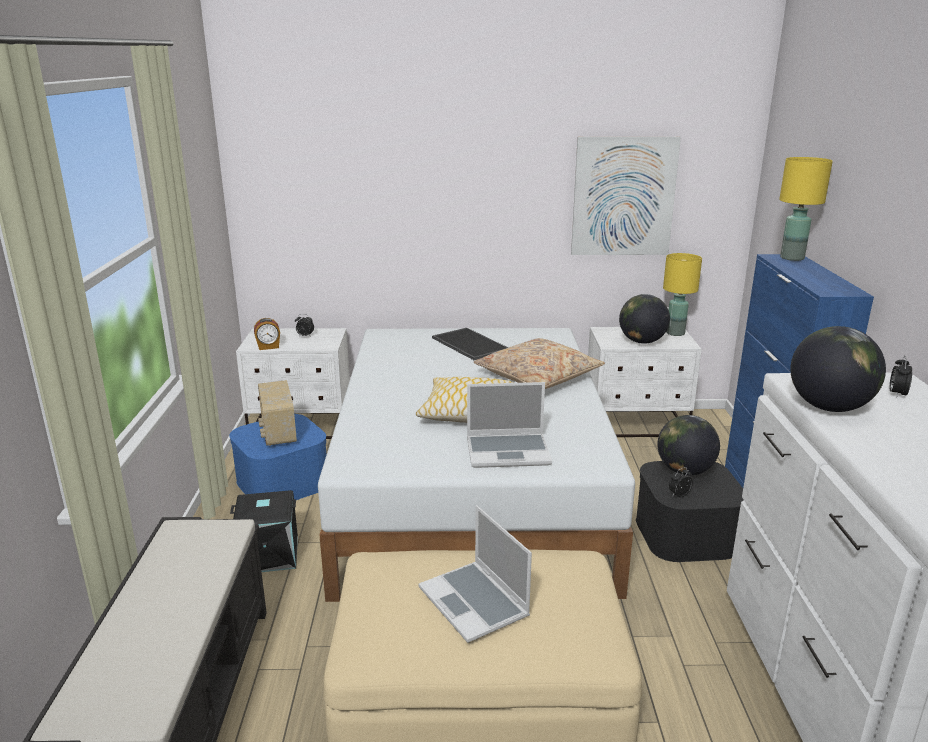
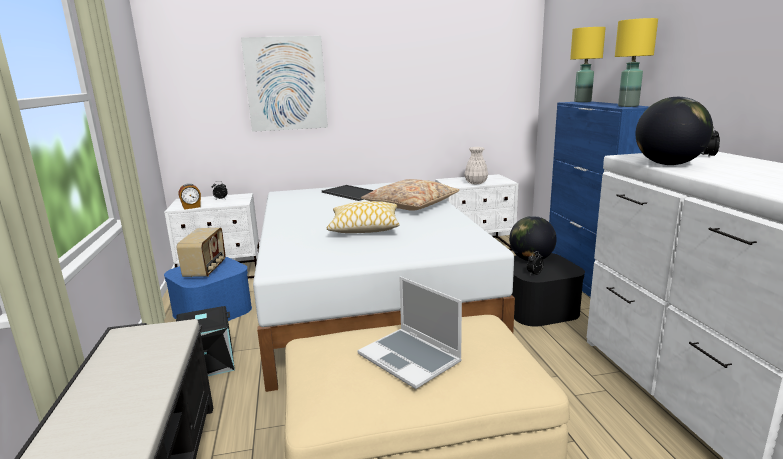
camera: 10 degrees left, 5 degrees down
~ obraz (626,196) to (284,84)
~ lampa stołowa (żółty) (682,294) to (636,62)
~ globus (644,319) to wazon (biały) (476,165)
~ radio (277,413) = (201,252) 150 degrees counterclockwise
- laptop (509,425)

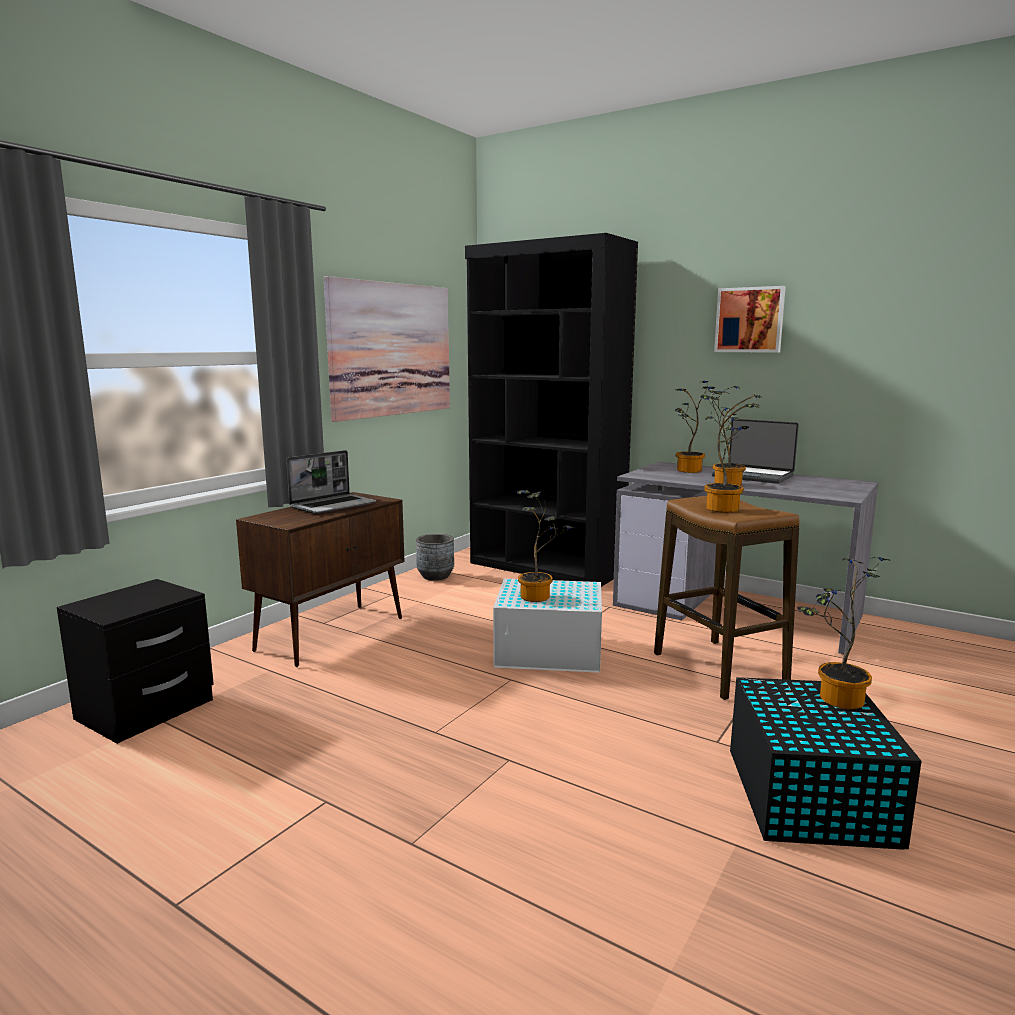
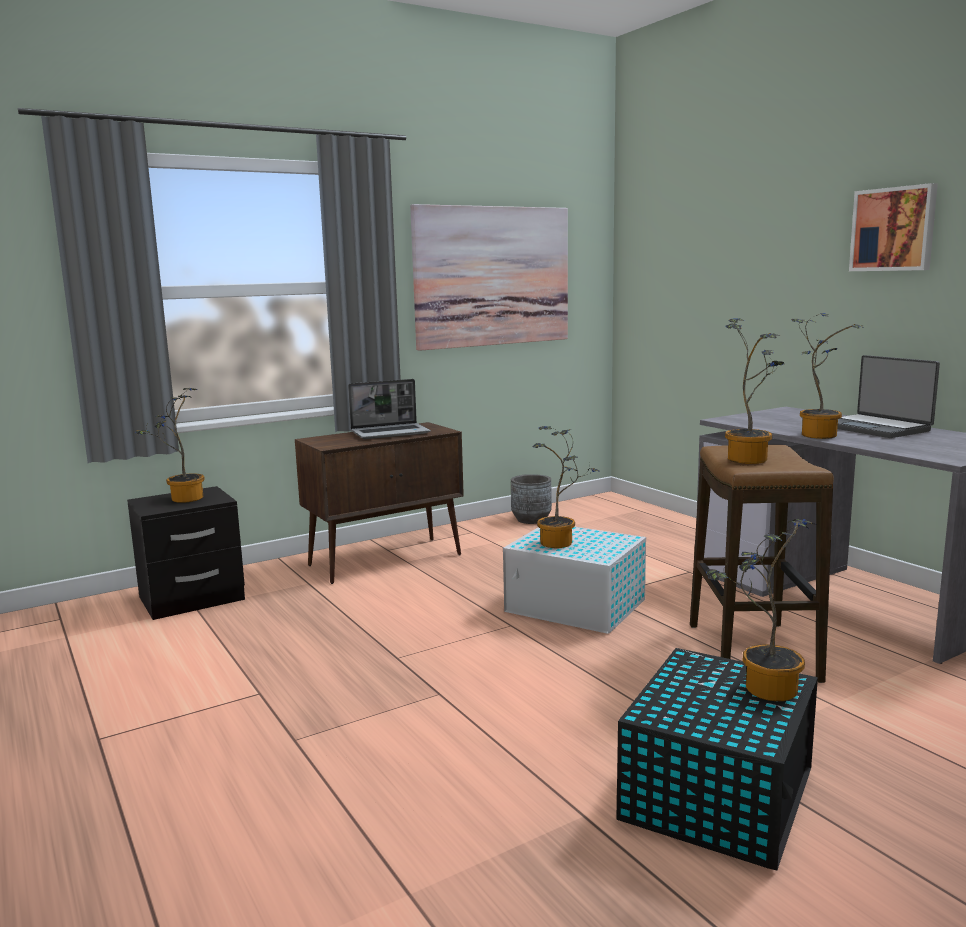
camera: 25 degrees right, 0 degrees up
- regał (czarny) (551,410)
~ roślina doniczkowa (695,427) to (170,445)

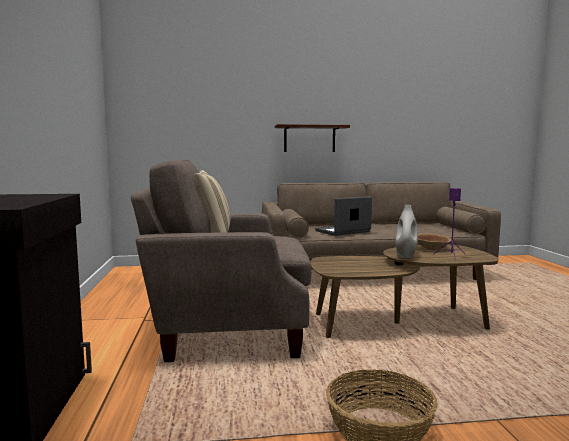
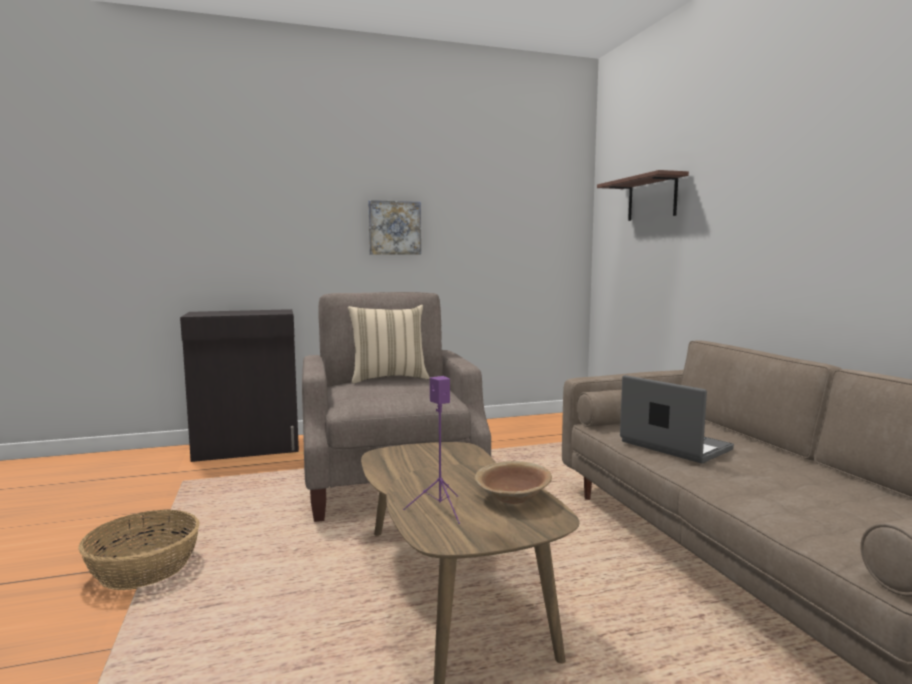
camera: 80 degrees right, 0 degrees up
~ półka (312,138) to (643,195)
- wazon (biały) (406,231)
+ obraz (394,227)

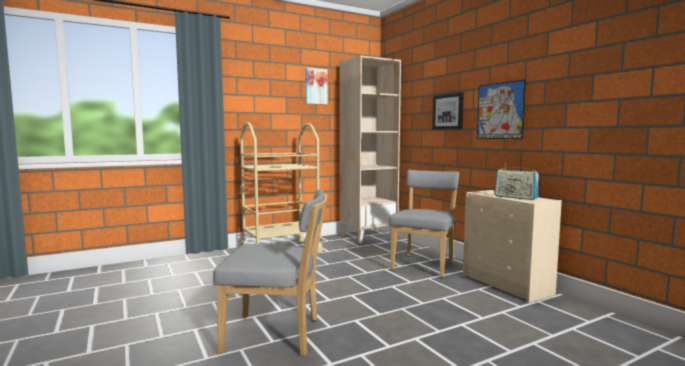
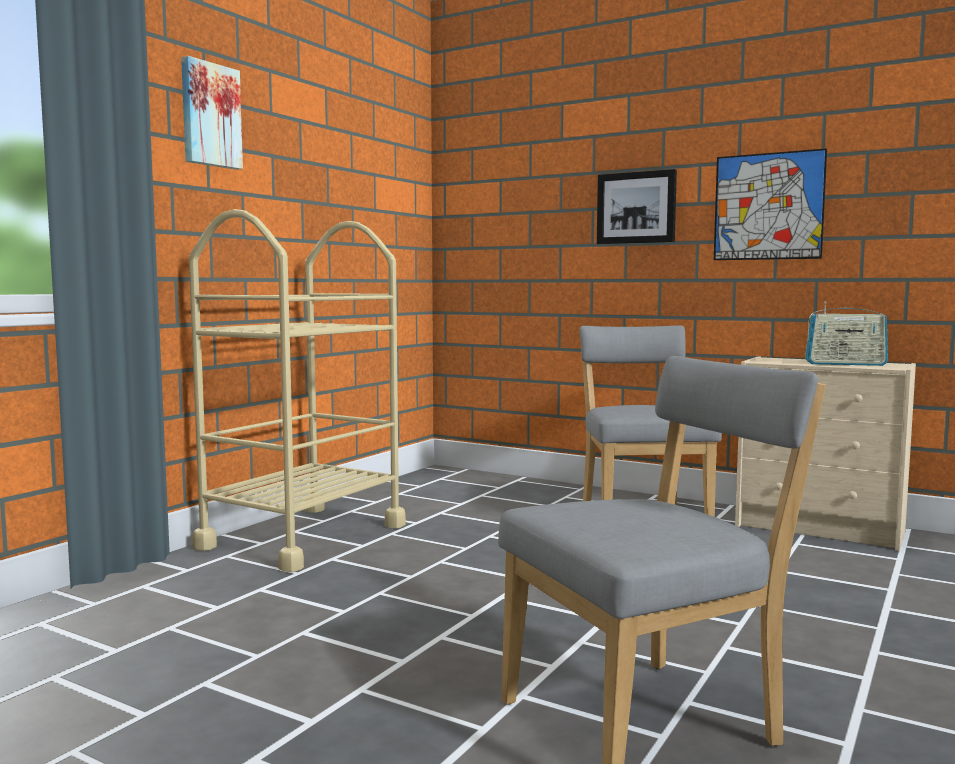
camera: 30 degrees left, 0 degrees up
- regał (beżowy) (370,149)
~ obraz (316,86) to (212,113)

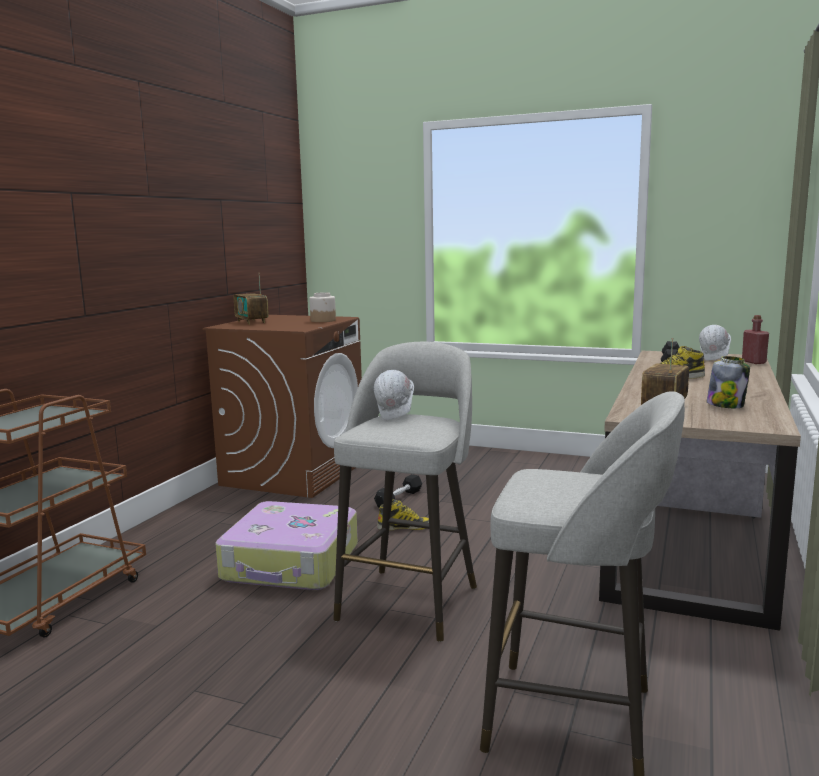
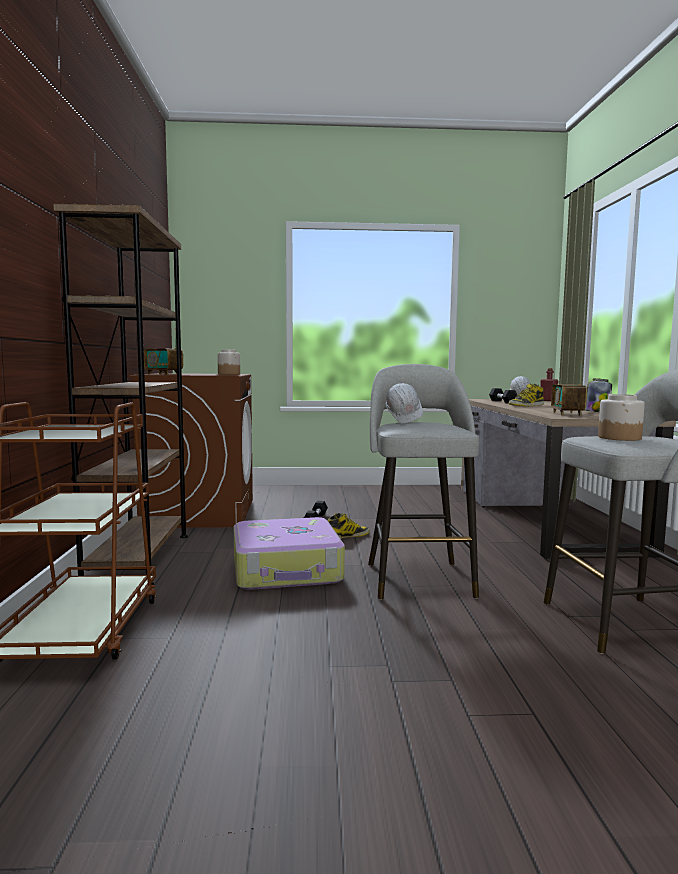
camera: 25 degrees left, 5 degrees down
+ regał (brązowy) (120,394)
+ słoik (621,417)

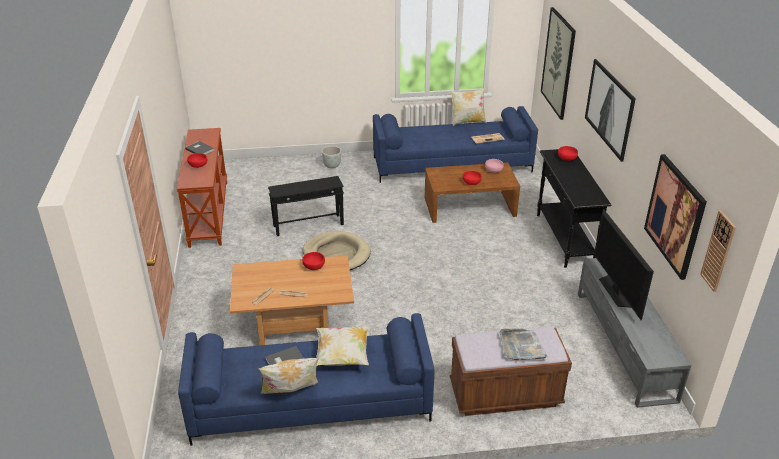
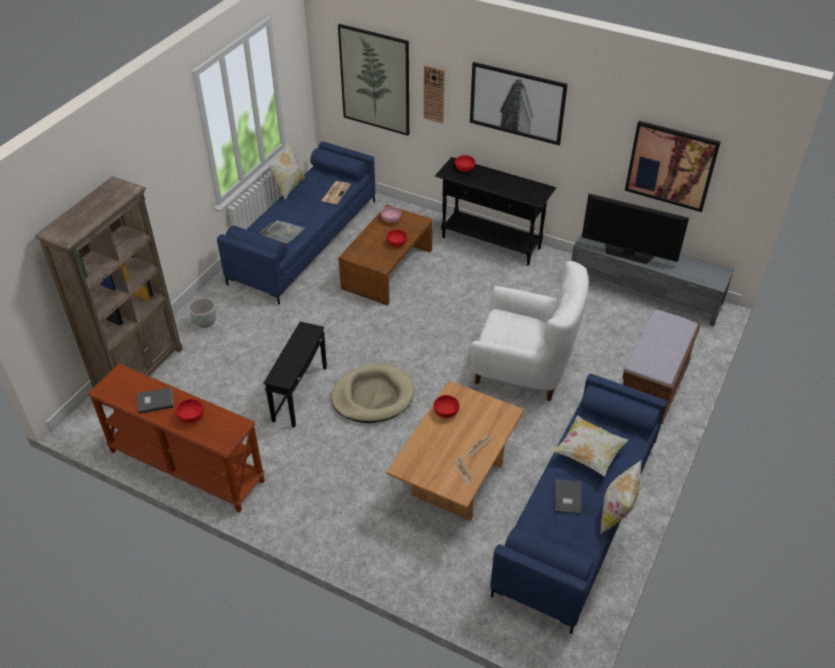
camera: 55 degrees left, 10 degrees up
~ zegar ścienny (718,251) to (434,94)
~ taca (szary) (524,344) to (283,232)
+ regał (brązowy) (109,282)
+ fotel (biały) (530,331)

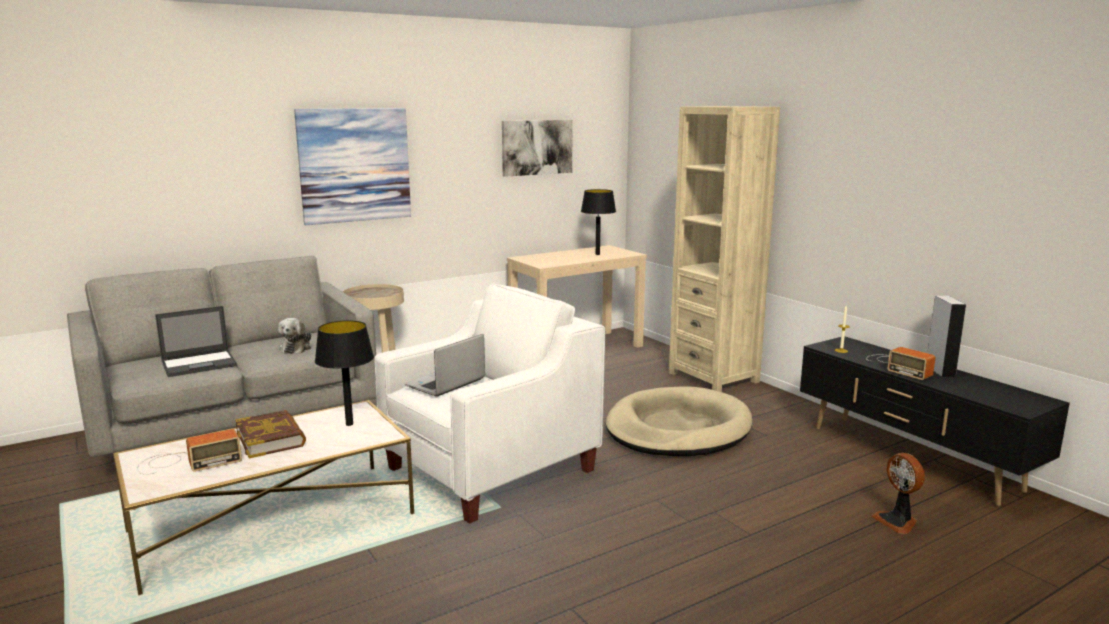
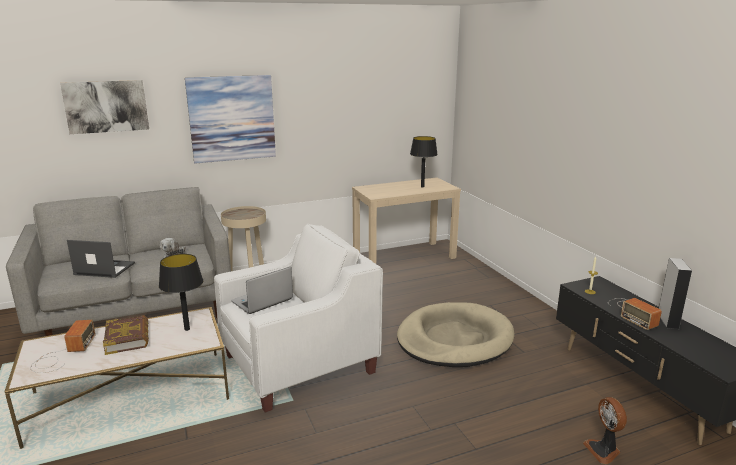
camera: 10 degrees right, 5 degrees up
- regał (beżowy) (724,249)
~ obraz (537,148) to (104,107)
~ laptop (196,341) = (101,259) 150 degrees counterclockwise
~ radio (189,452) = (63,346) 75 degrees counterclockwise

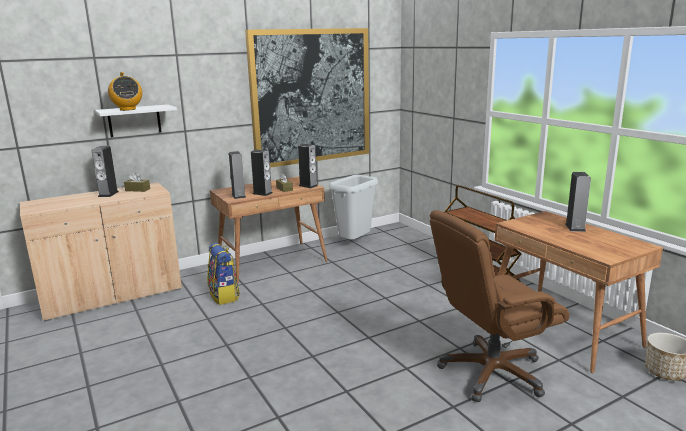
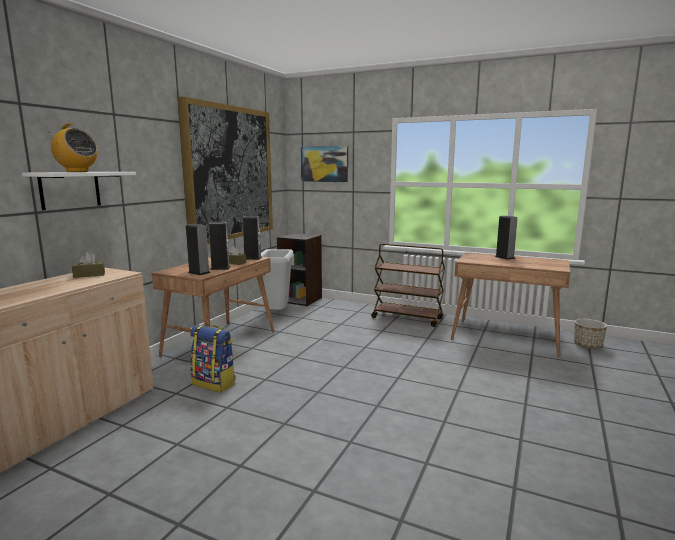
camera: 35 degrees left, 5 degrees down
- głośnik (105,171)
- krzesło biurowe (brązowy) (500,306)
+ obraz (324,164)
+ regał (czarny) (299,269)

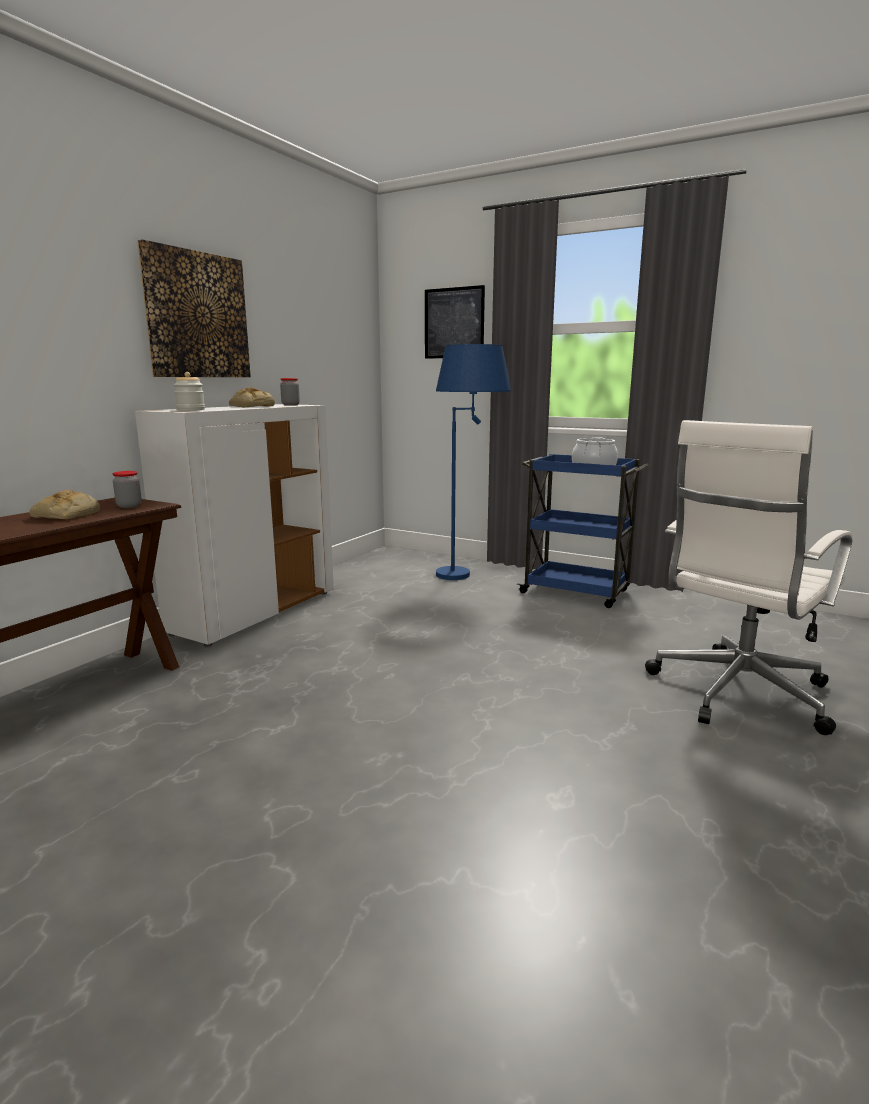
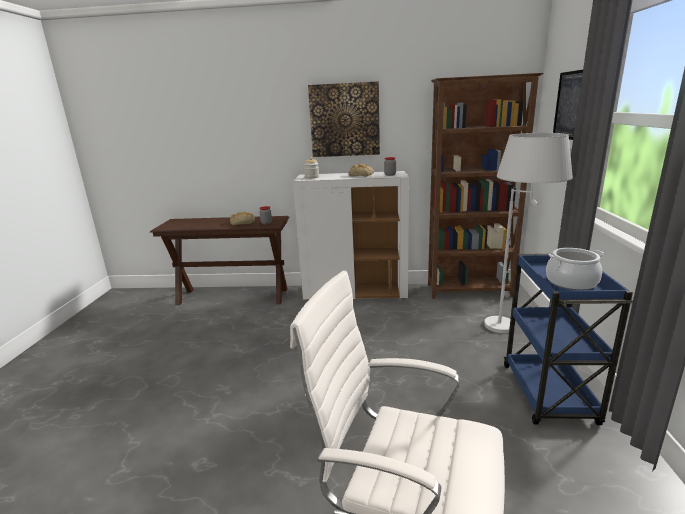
camera: 65 degrees right, 5 degrees up
~ lampa stojąca (niebieski) (473,462) to lampa stojąca (biały) (528,233)
+ regał (brązowy) (486,186)

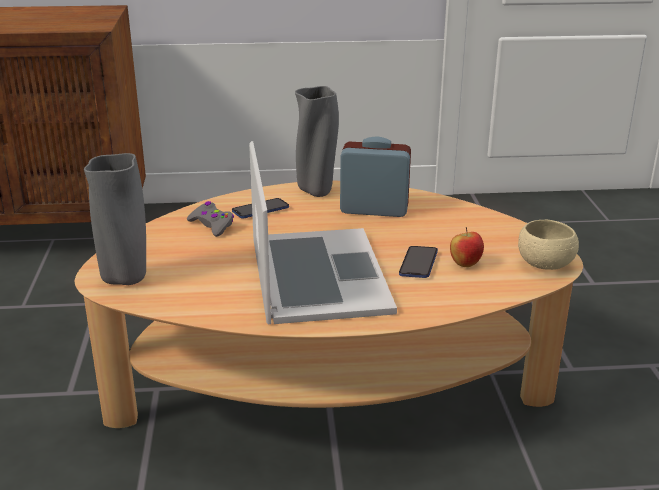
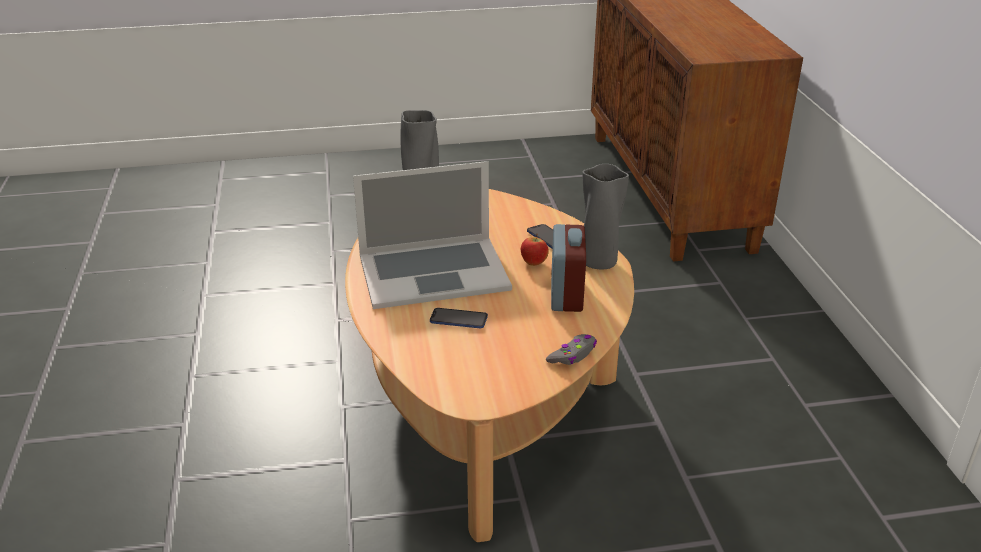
camera: 85 degrees right, 5 degrees up
~ pad do gier (szary) (210,219) to (571,349)
- miska (beżowy) (548,245)
~ jabłko (467,247) to (535,251)

